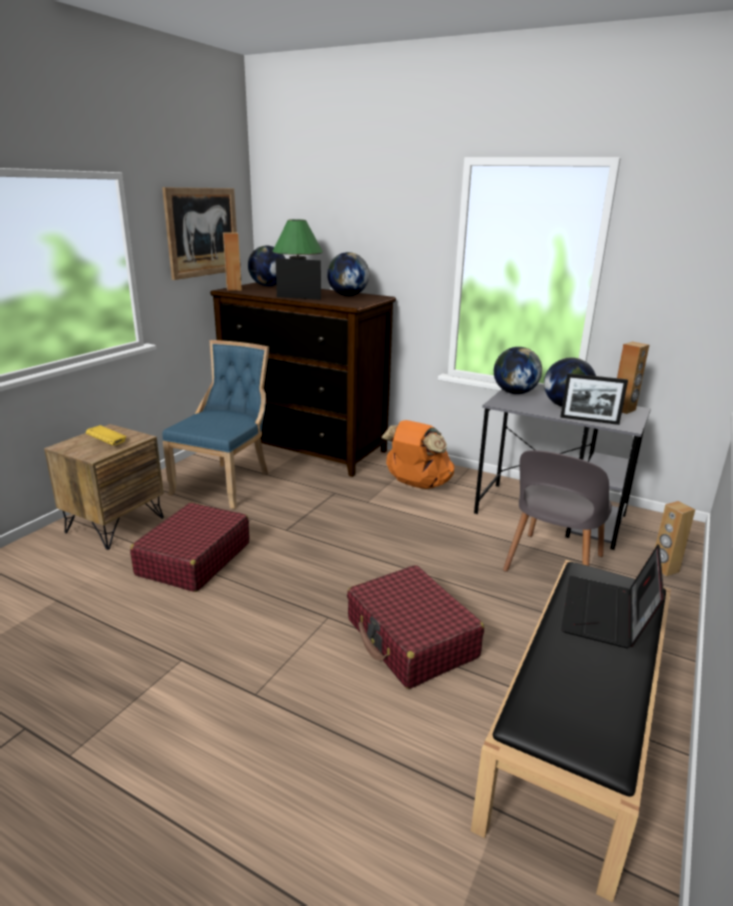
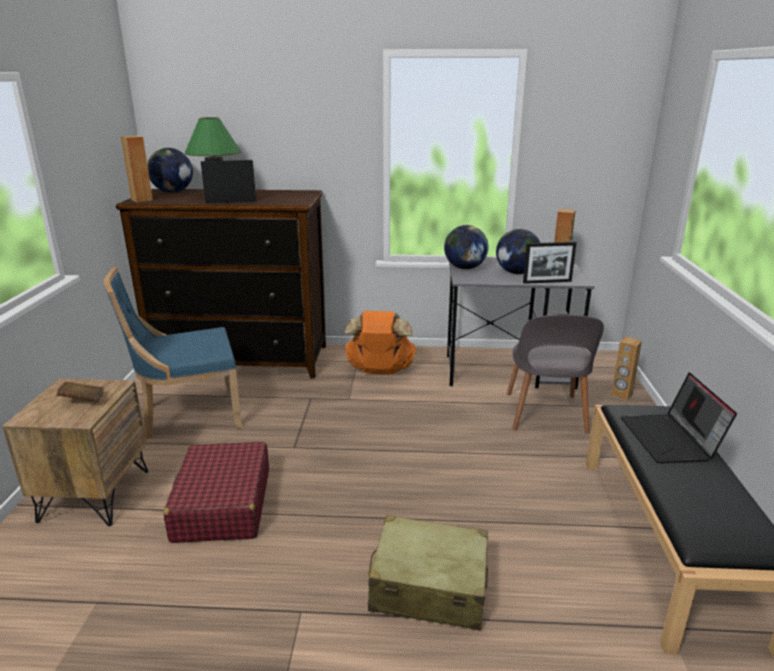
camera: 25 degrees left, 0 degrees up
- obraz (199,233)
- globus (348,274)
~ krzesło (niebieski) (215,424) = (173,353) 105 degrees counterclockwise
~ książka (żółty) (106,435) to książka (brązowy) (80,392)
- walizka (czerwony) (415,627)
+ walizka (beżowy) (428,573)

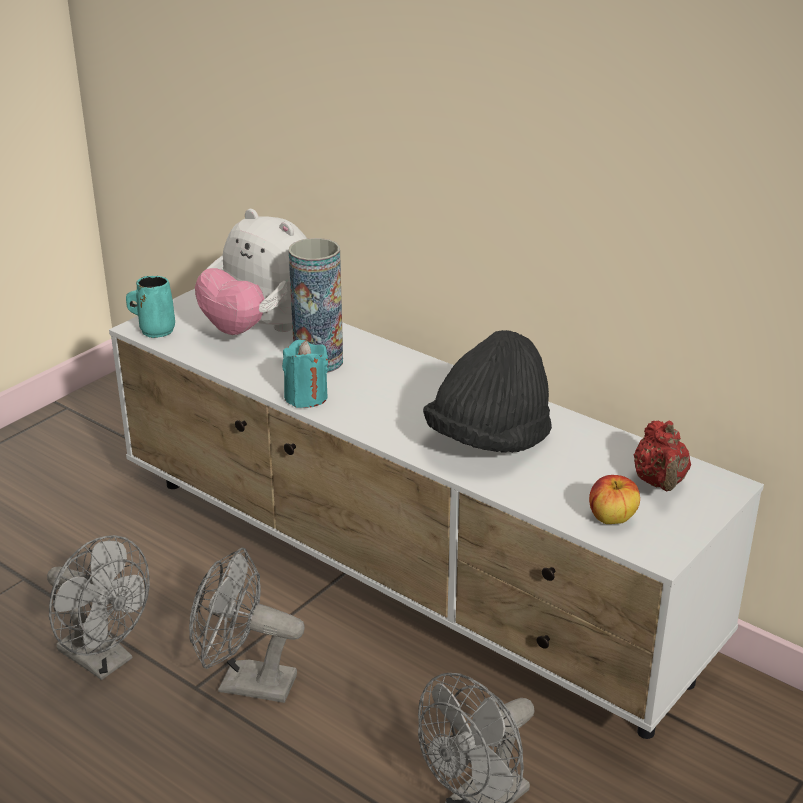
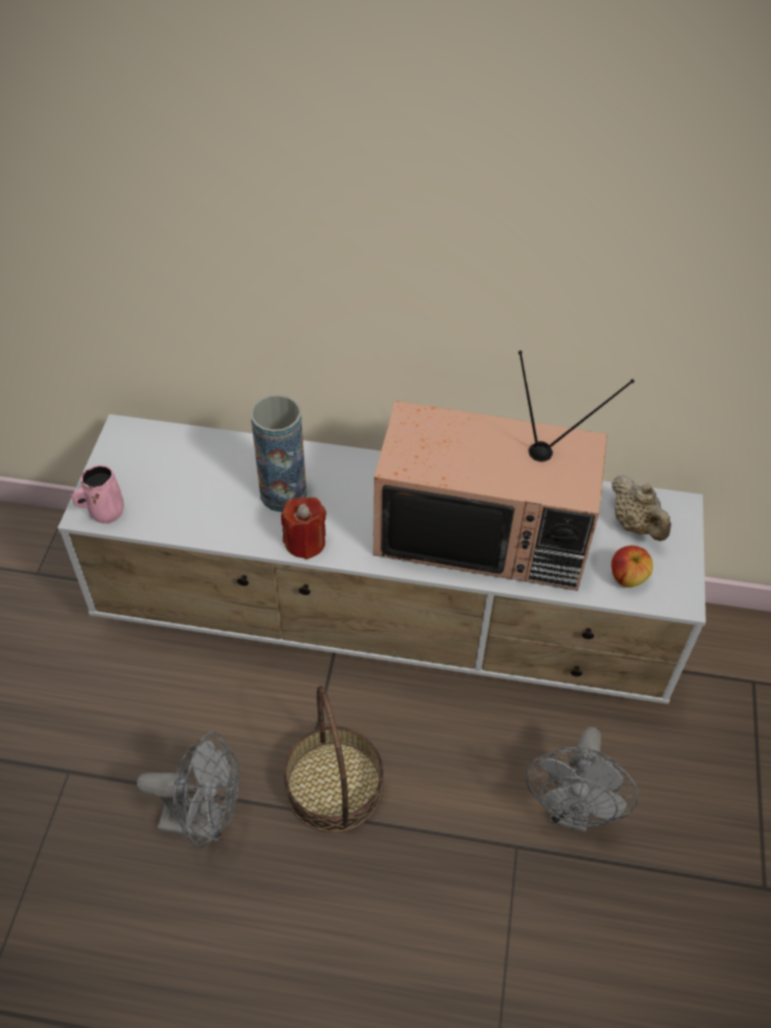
camera: 30 degrees left, 20 degrees up
- pluszak (251,272)
~ kubek (turkusowy) (150,307) to kubek (różowy) (97,494)
~ kapelusz (czarny) (487,391) to telewizor (503,470)
~ świeca (turkusowy) (305,374) to świeca (czerwony) (303,528)
~ imbryk (czerwony) (662,455) to imbryk (beżowy) (641,508)
~ wentylator (szary) (247,625) to koszyk (333,759)

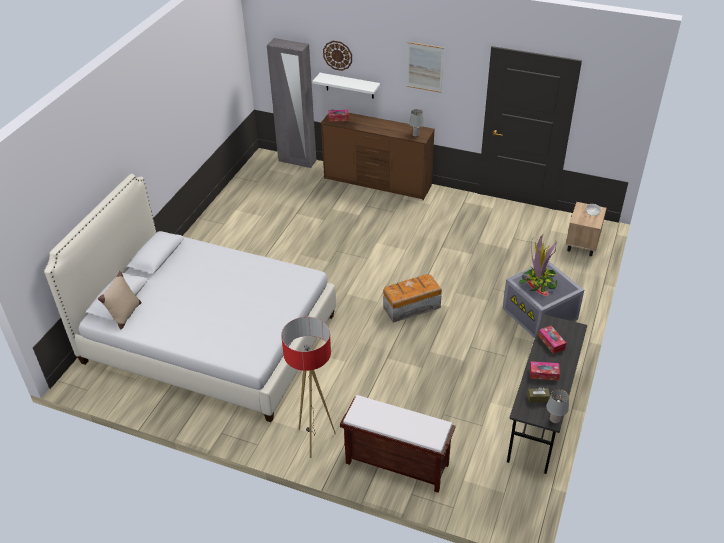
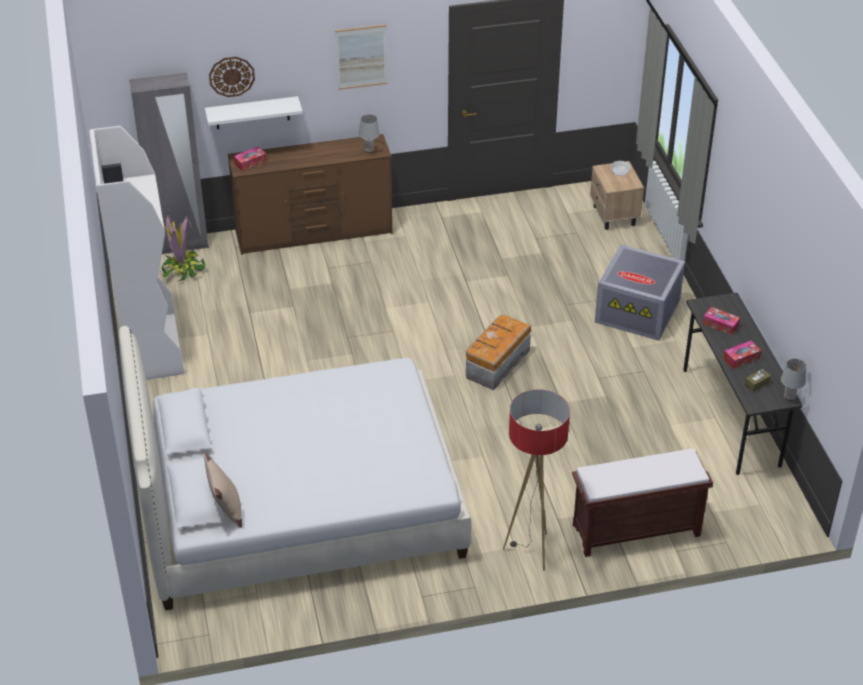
camera: 35 degrees left, 0 degrees up
~ roślina doniczkowa (539,263) to (183,247)
+ regał (biały) (136,253)

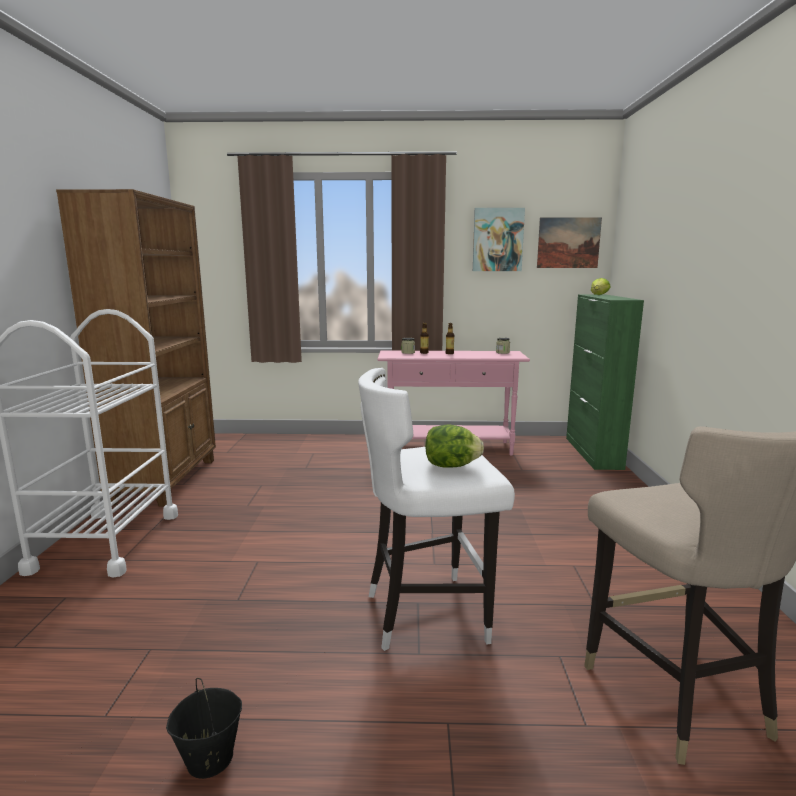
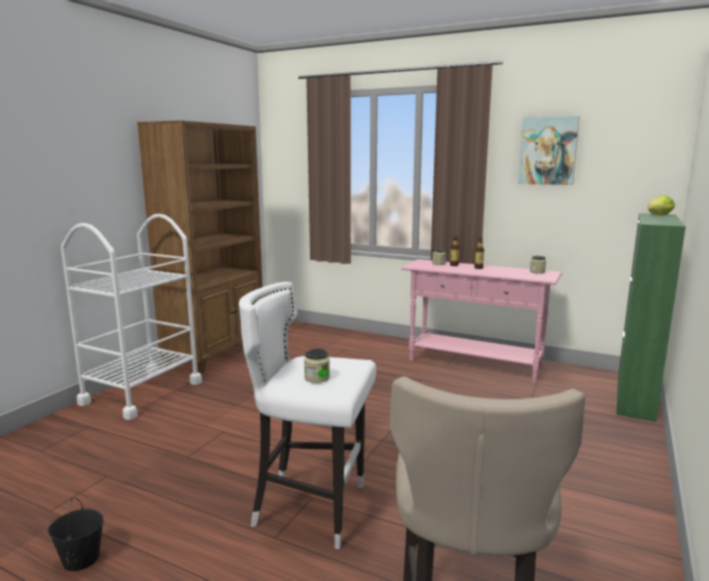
camera: 25 degrees right, 0 degrees up
- obraz (569,242)
~ sałata (454,446) to słoik (317,366)

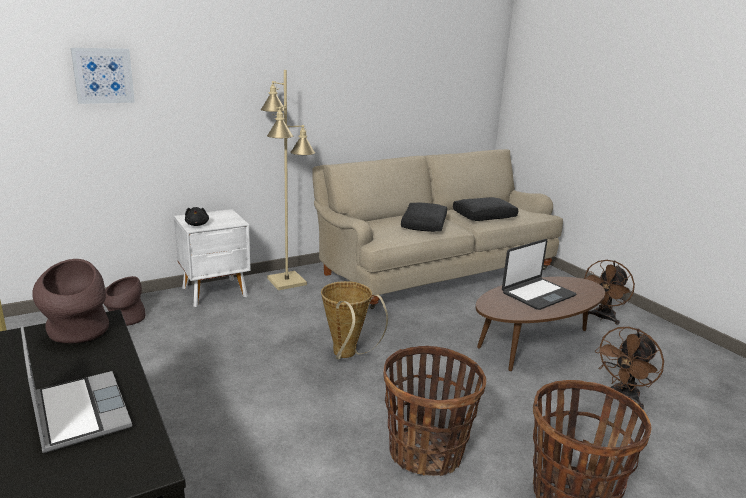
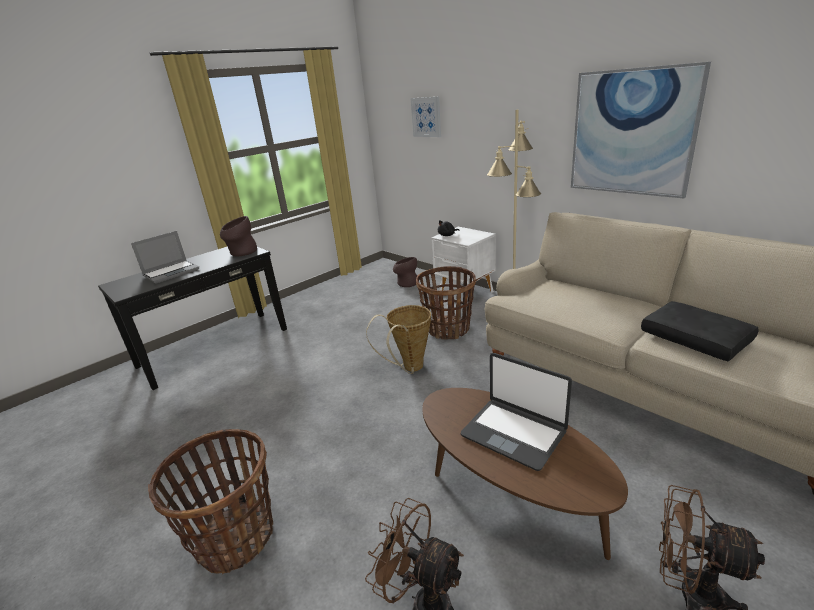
camera: 80 degrees right, 5 degrees up
- poduszka (czarny) (424,217)
~ koszyk (435,411) to (446,303)
+ obraz (641,130)

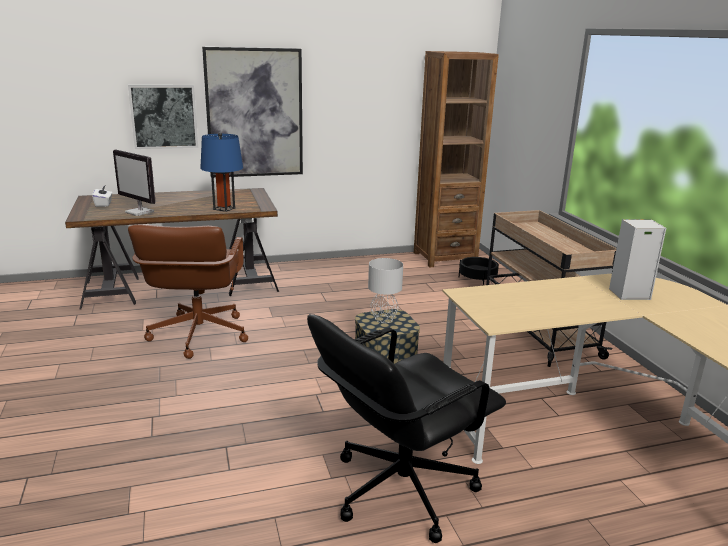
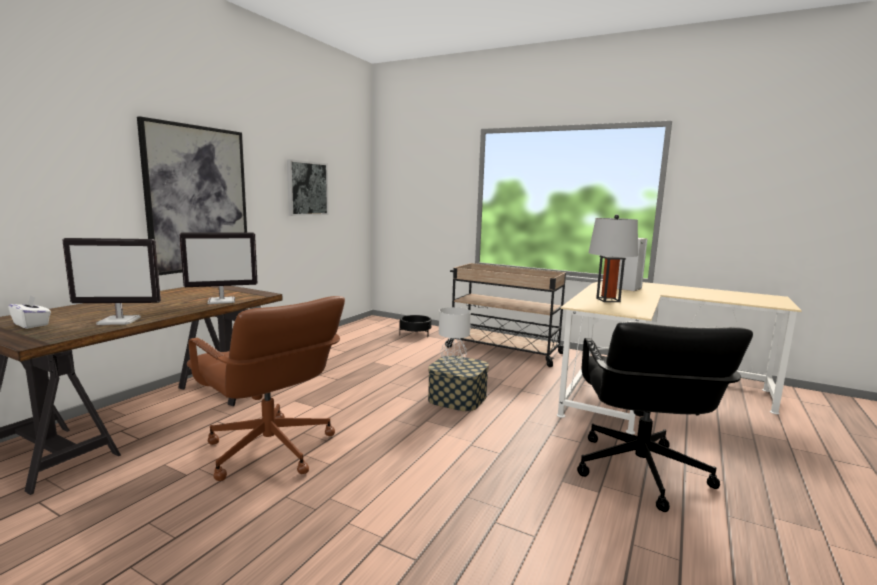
camera: 45 degrees left, 10 degrees down
- regał (brązowy) (456,159)
~ obraz (163,117) to (308,187)
~ lampa stołowa (niebieski) (221,172) to monitor (218,268)
+ lampa stołowa (szary) (613,258)

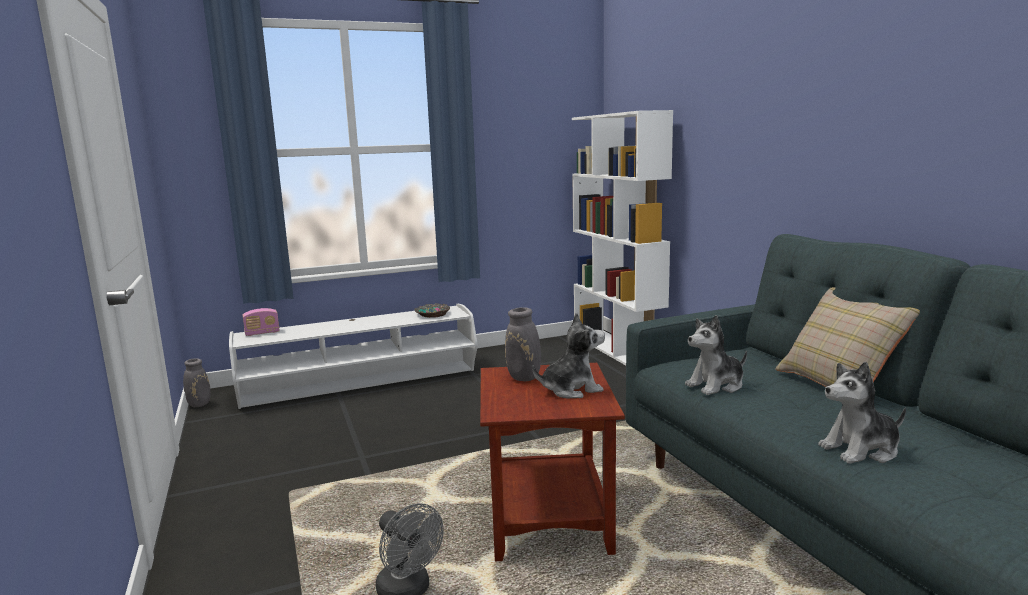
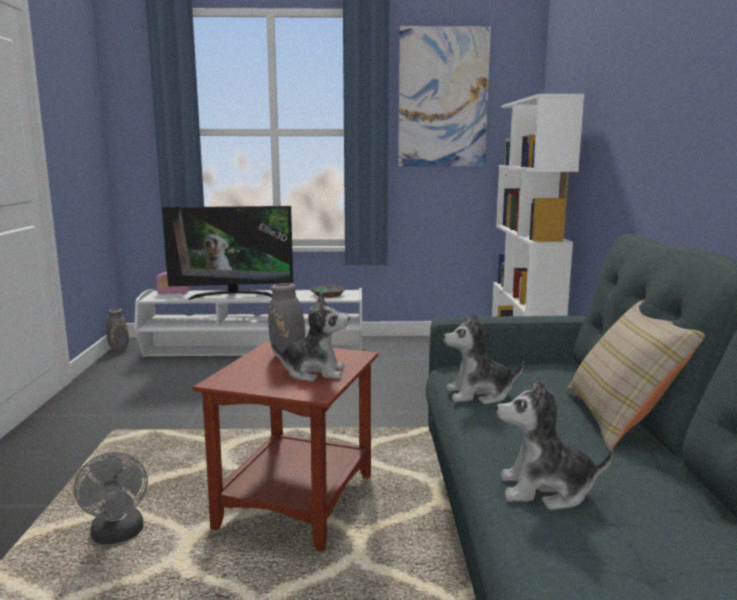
camera: 20 degrees right, 0 degrees up
+ obraz (444,96)
+ telewizor (227,253)

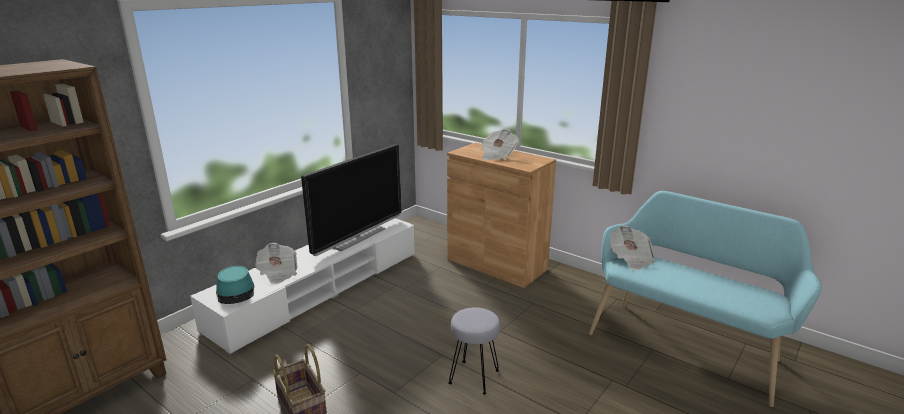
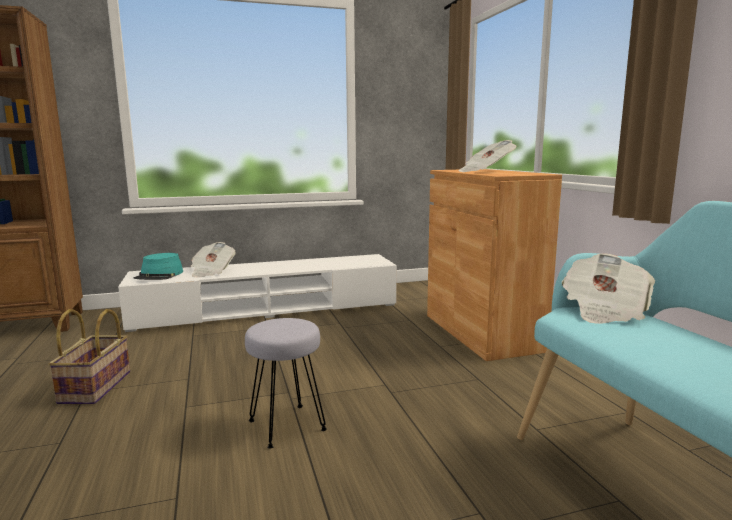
camera: 35 degrees right, 10 degrees down
- telewizor (351,200)

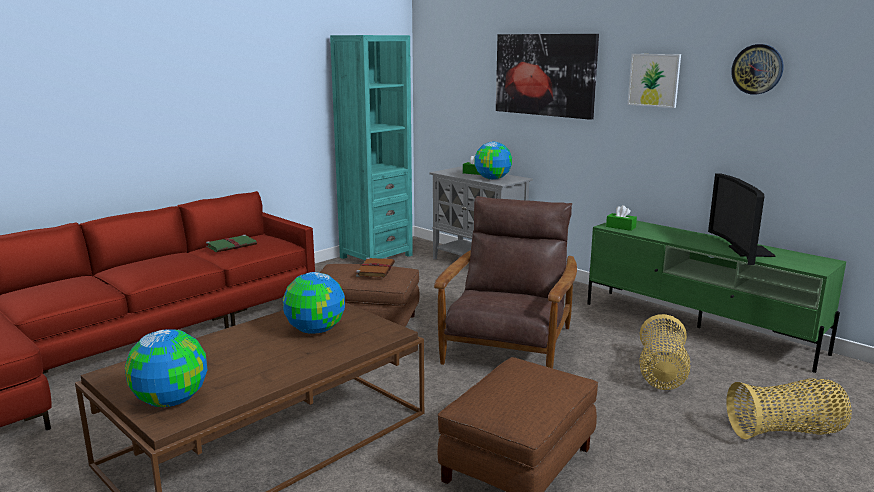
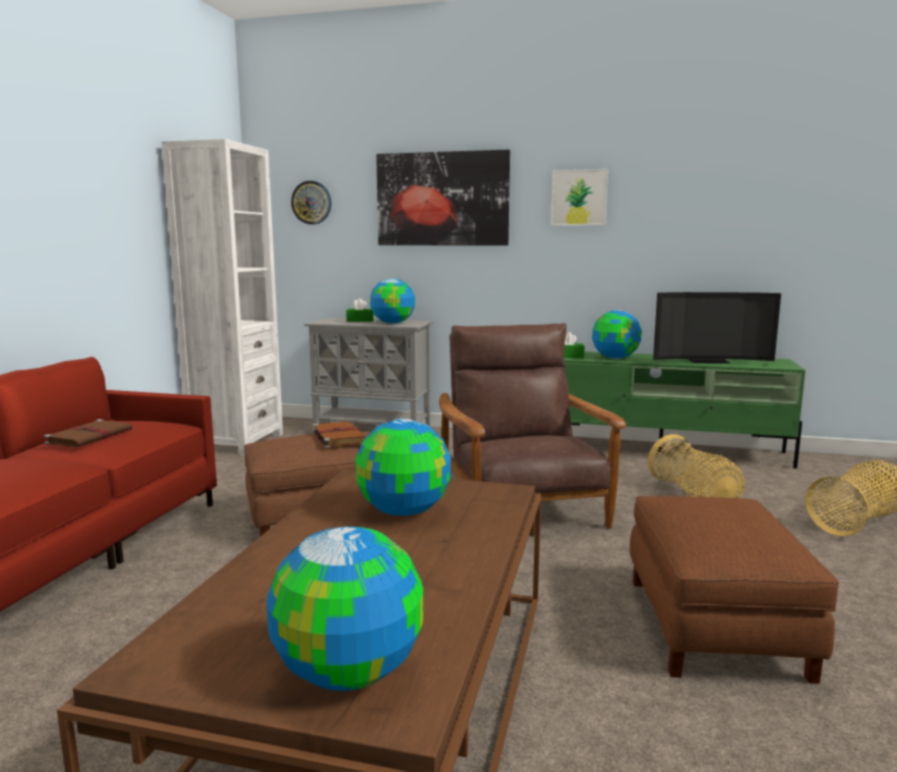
camera: 30 degrees left, 5 degrees down
~ regał (turkusowy) (371,147) to regał (biały) (222,297)
~ zegar ścienny (757,69) to (311,202)
~ telewizor (742,219) = (717,328) 60 degrees counterclockwise
~ książka (zielony) (231,243) to książka (brązowy) (88,433)
+ globus (617,334)

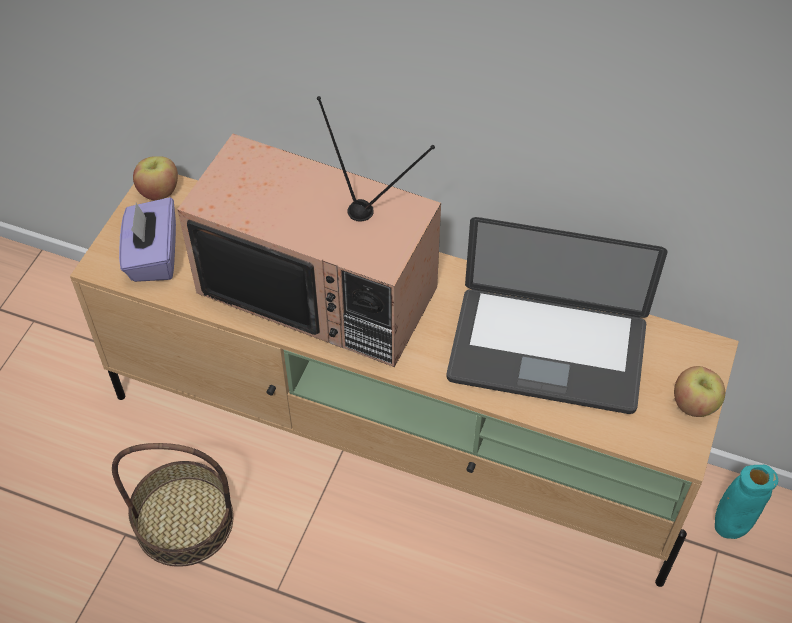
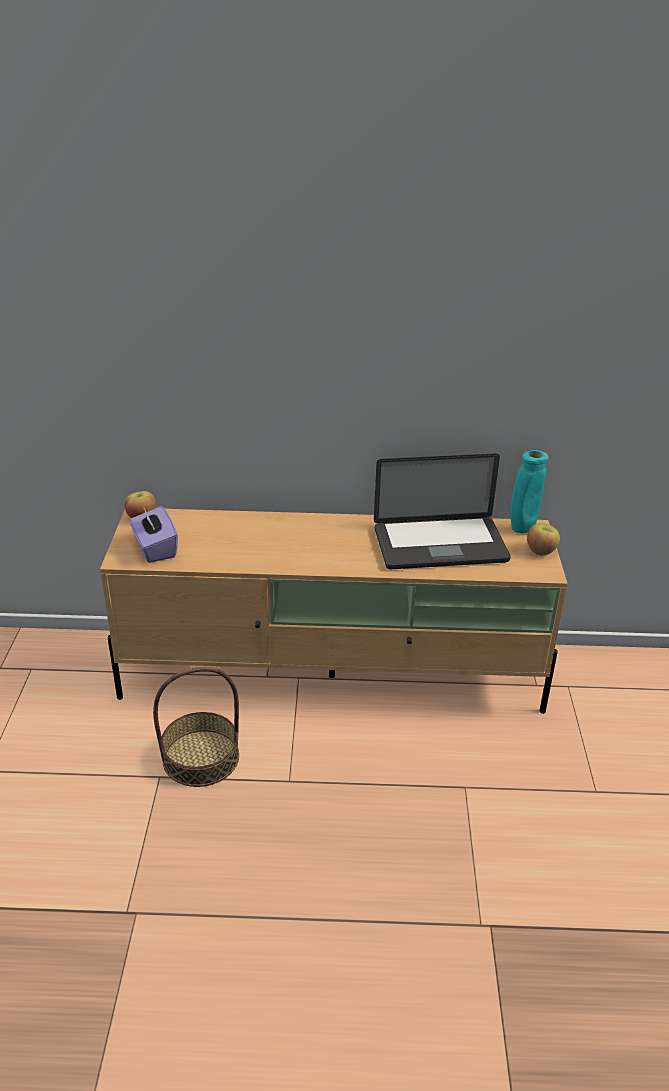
camera: 20 degrees left, 20 degrees down
- telewizor (309,231)
~ wazon (turkusowy) (746,502) to (529,491)

